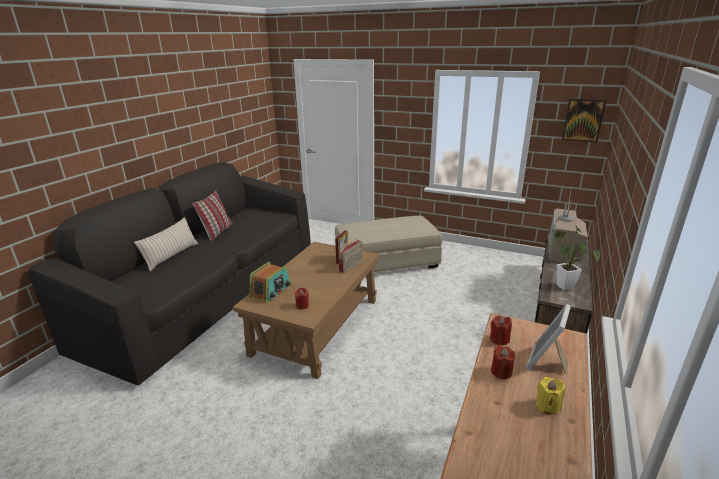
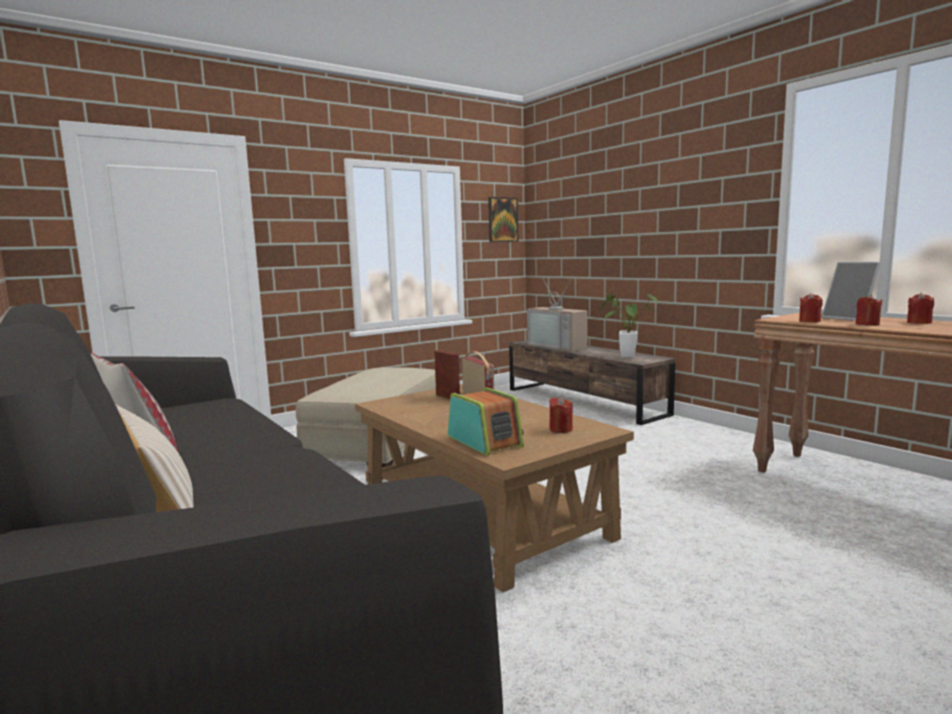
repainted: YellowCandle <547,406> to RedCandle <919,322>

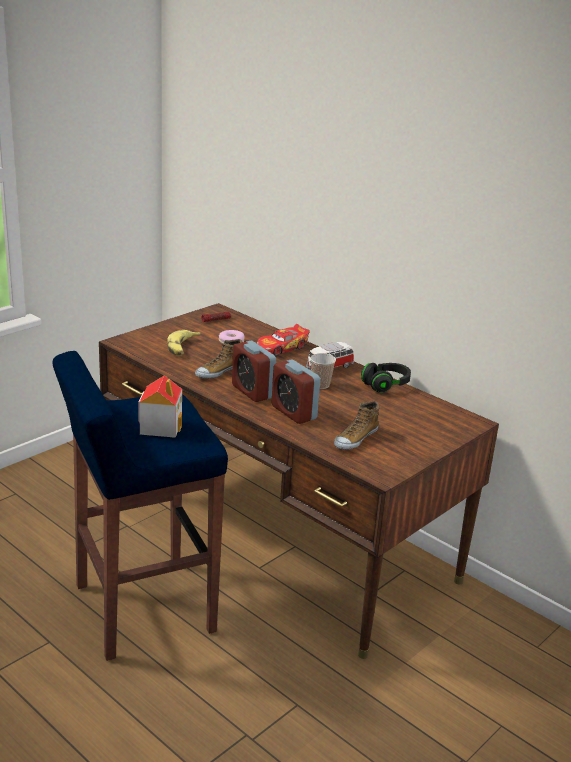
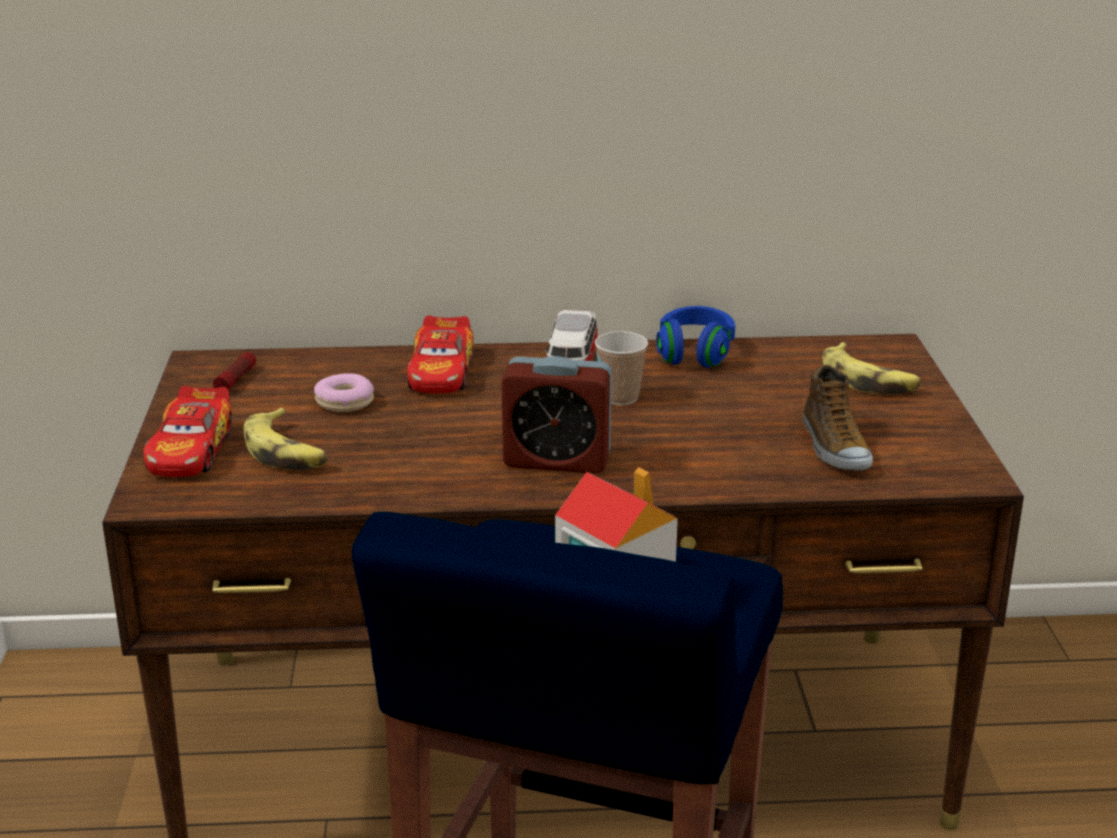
gone: Shoe <219,371>; AlarmClock <293,412>
new: ToyCar <191,451>; Banana <868,380>
repainted: BlackHeadphones <385,385> to BlueHeadphones <695,353>

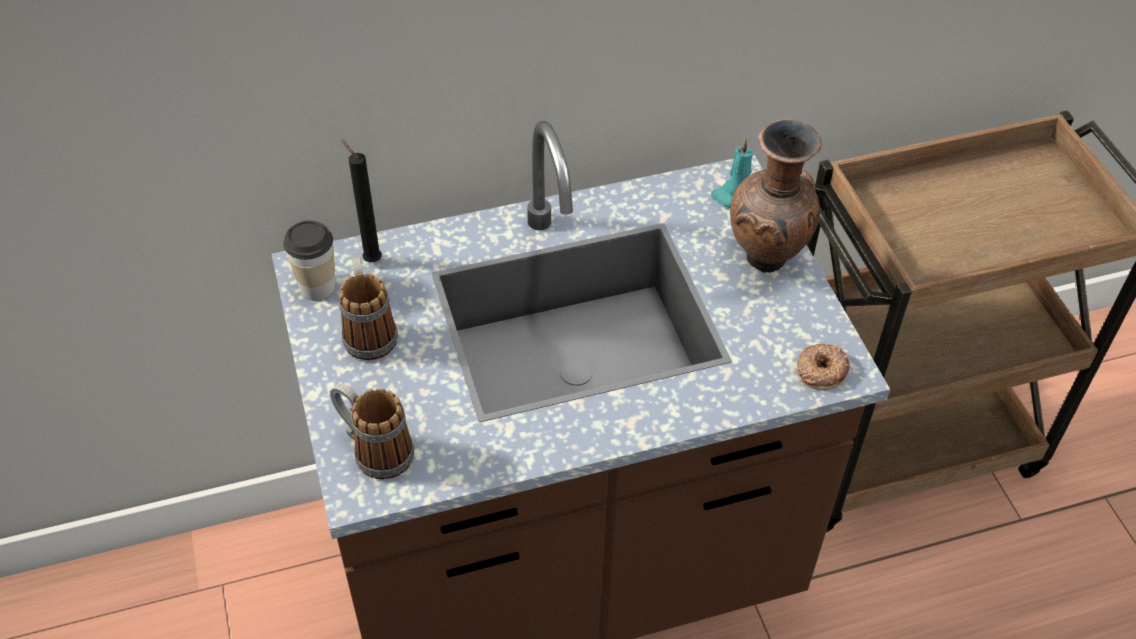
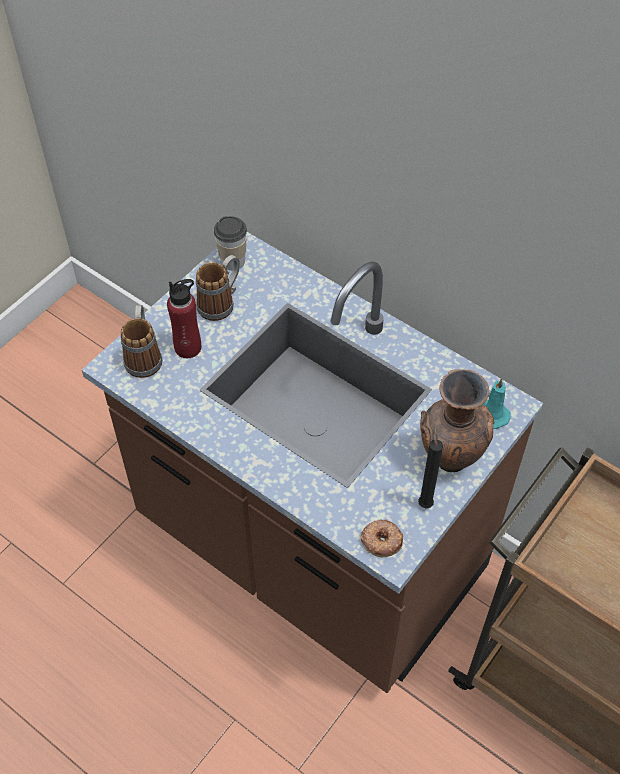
new: RedBottle <188,347>
shifted: BlackCandle <370,259> to <425,502>

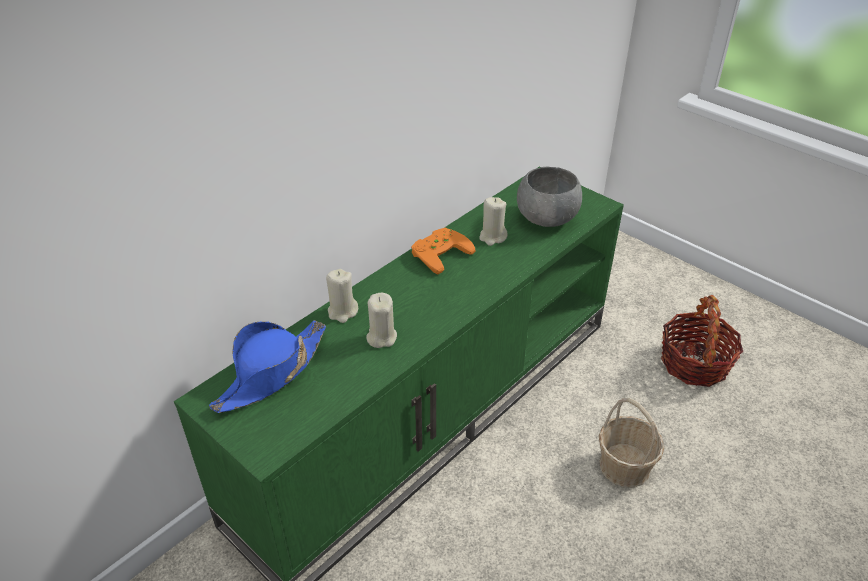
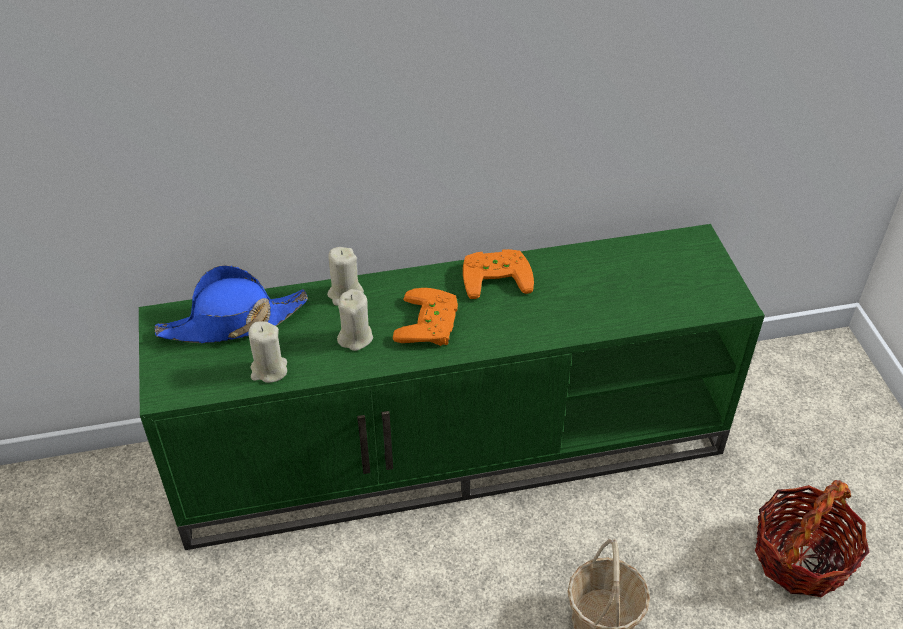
gone: GreyBowl <546,218>
new: OrangeGameController <432,323>
shifted: BeigeCandle <492,237> to <269,370>

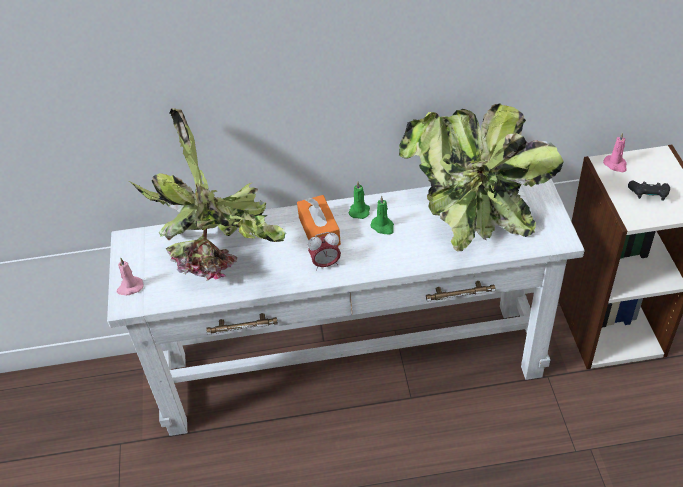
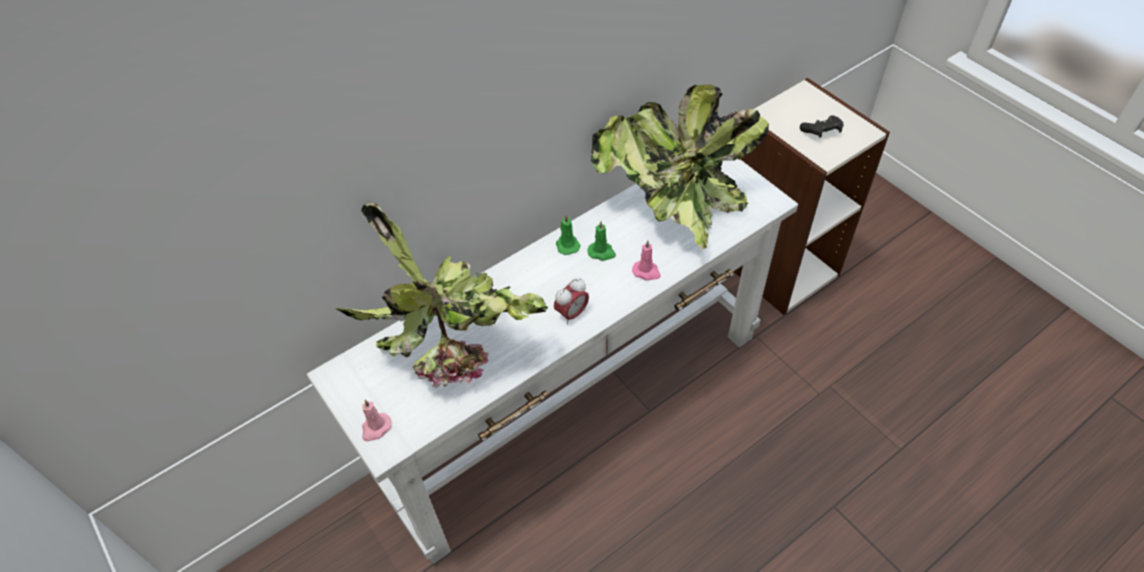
gone: OrangeTissueBox <319,231>
shifted: PinkCandle <615,165> to <647,272>

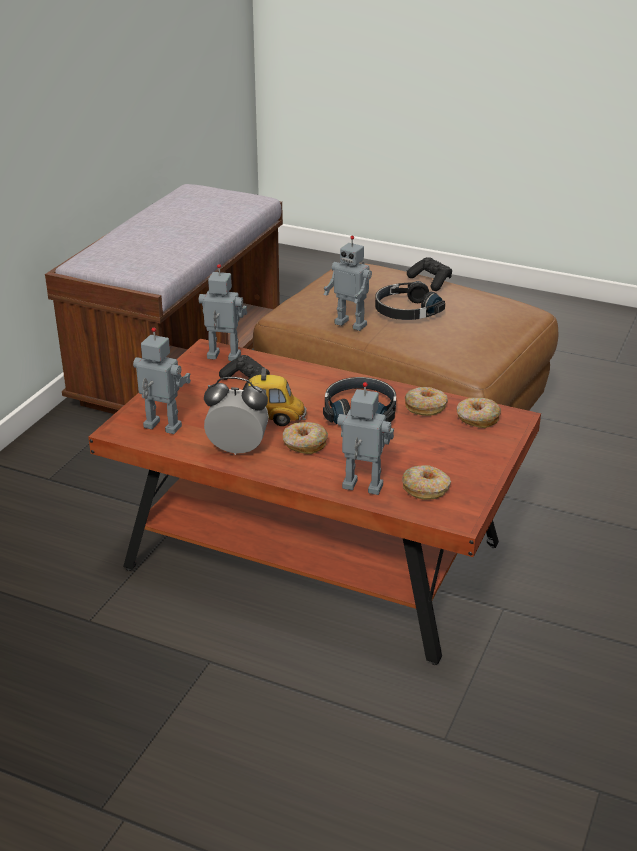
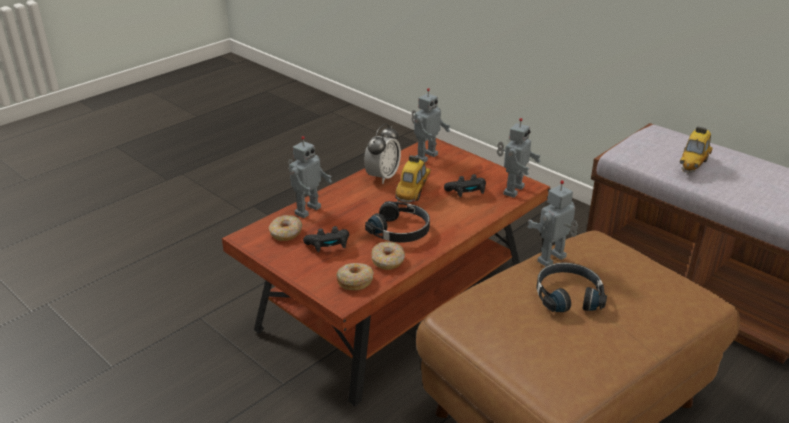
gone: Donut <304,444>
new: ToyCar <693,164>
shifted: BlackGameController <430,281> to <328,246>

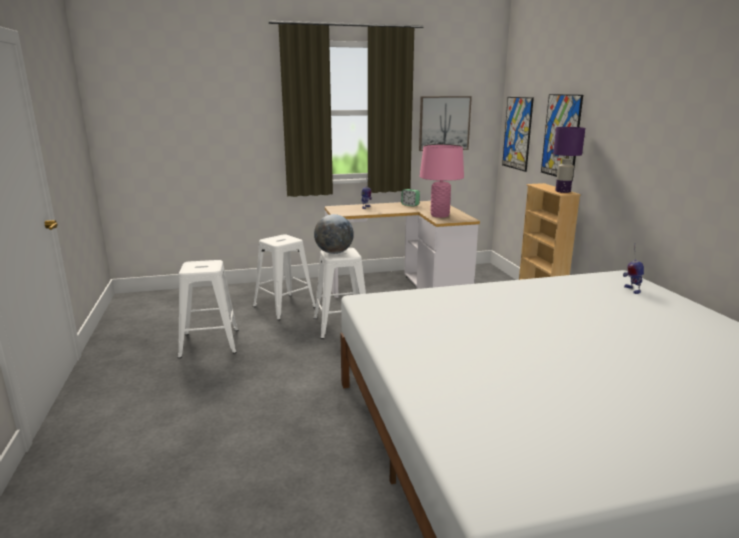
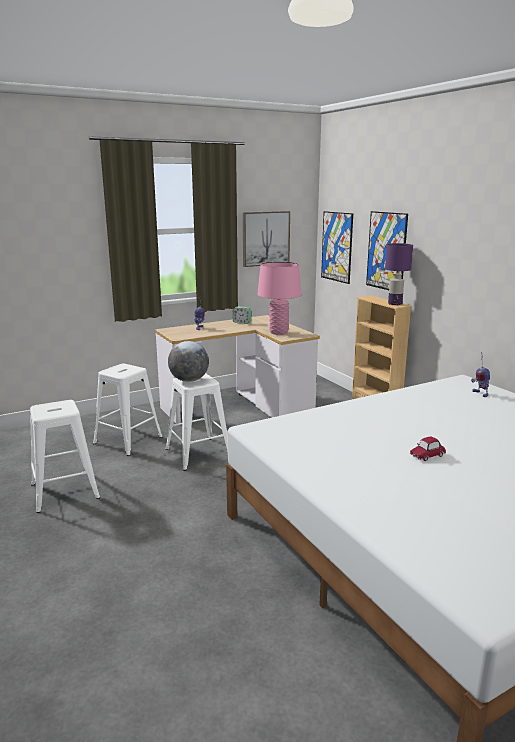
new: ToyCar <427,455>

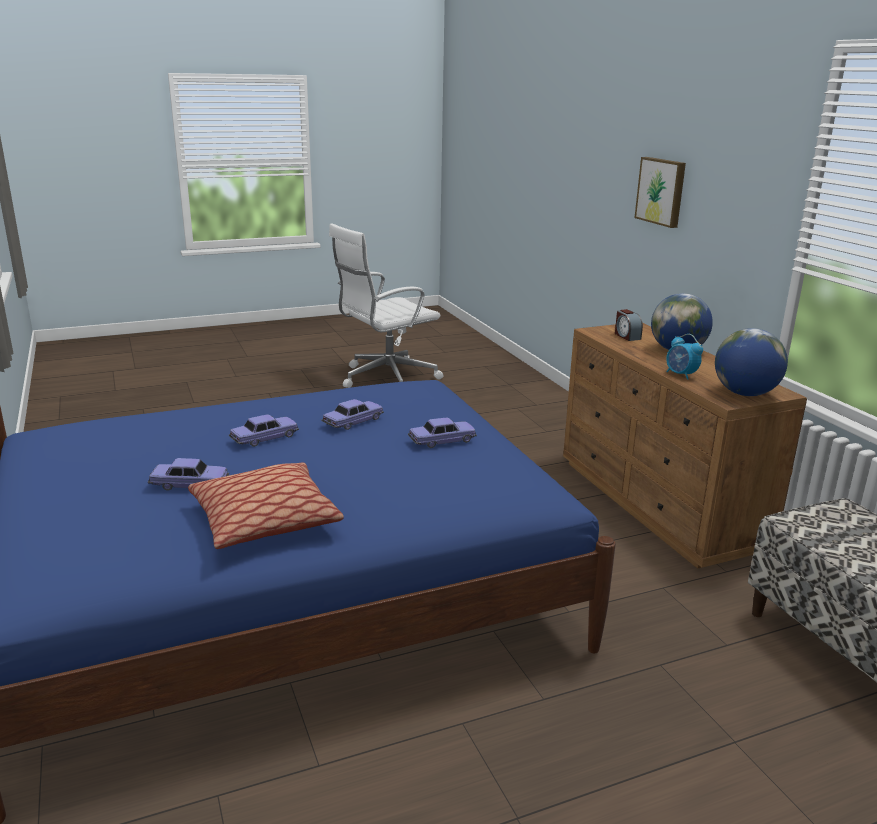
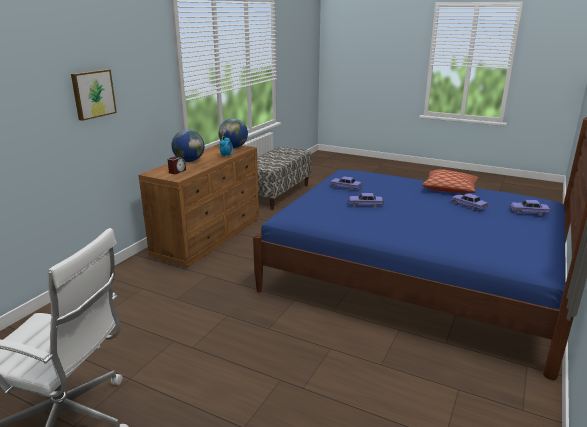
shifted: ToyCar <265,438> to <529,212>

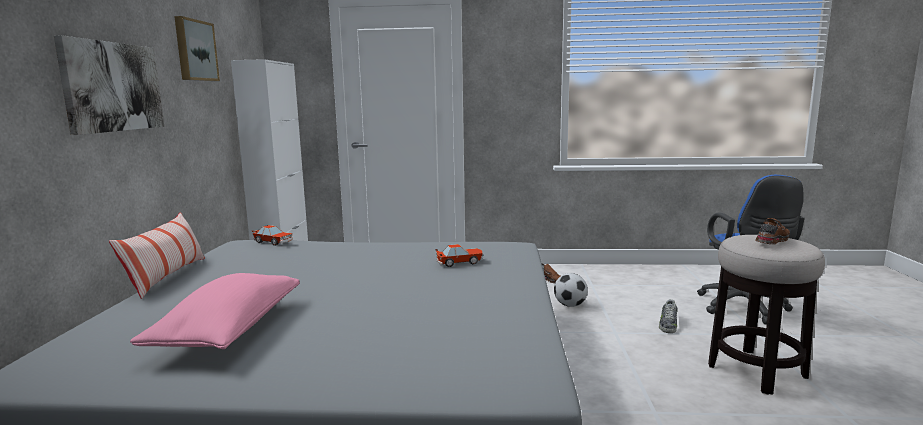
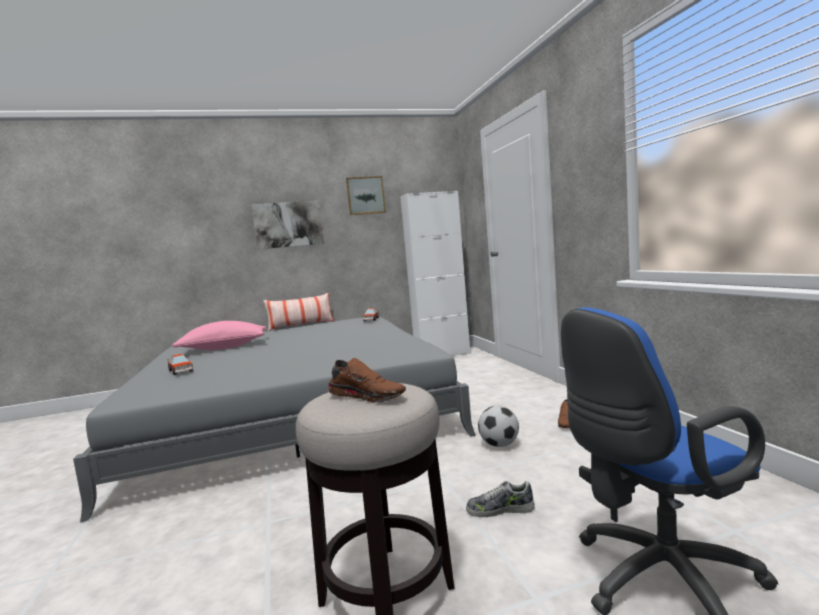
shifted: ToyCar <460,262> to <181,371>

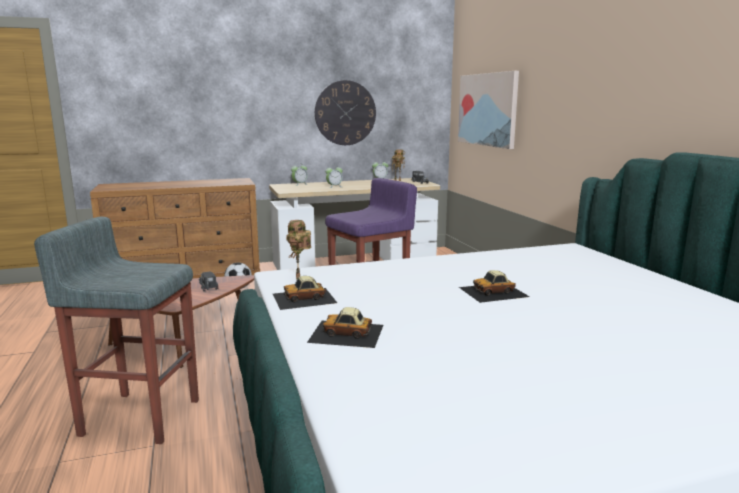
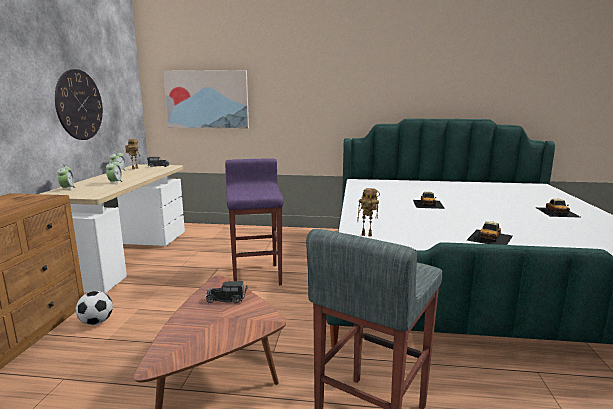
shifted: ToyCar <304,298> to <557,212>

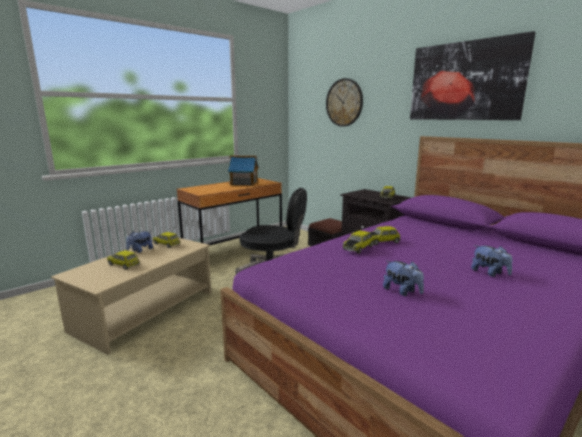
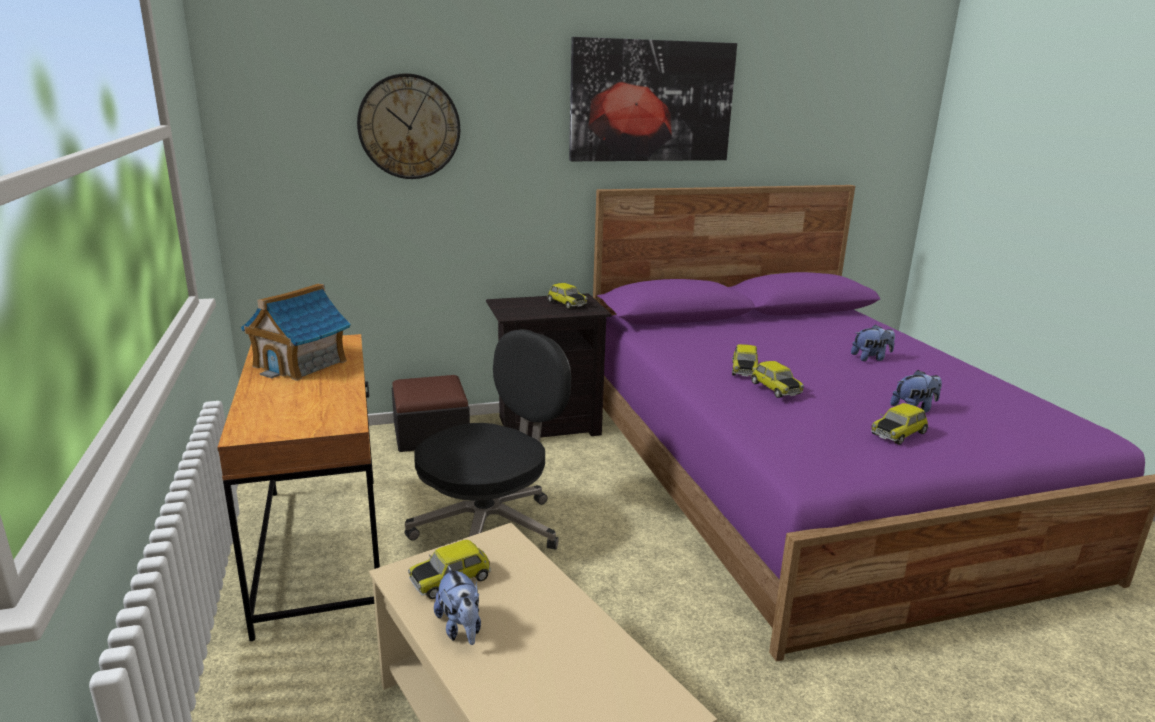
shifted: ToyCar <124,264> to <898,433>

